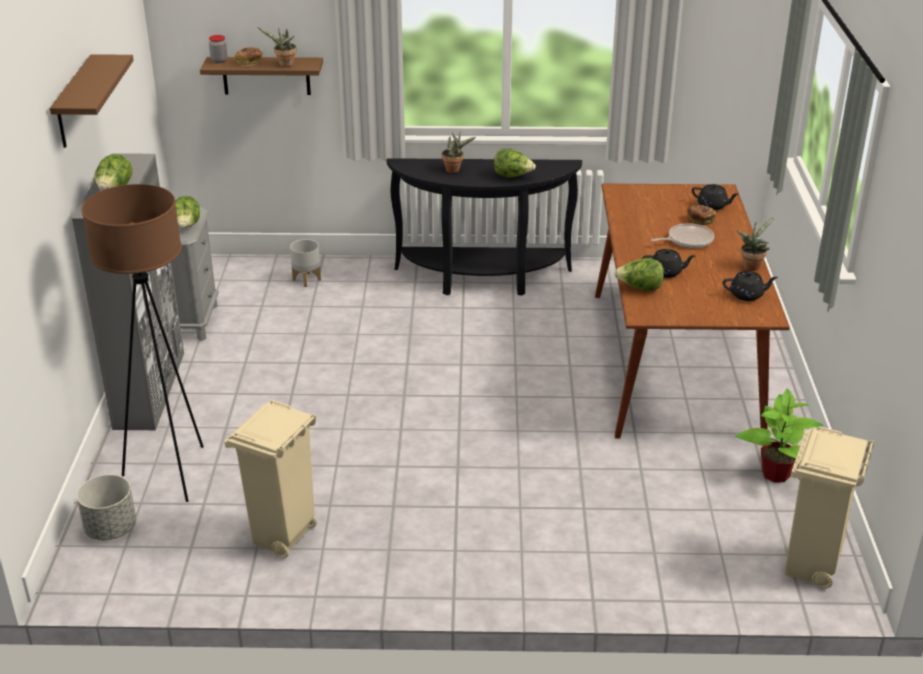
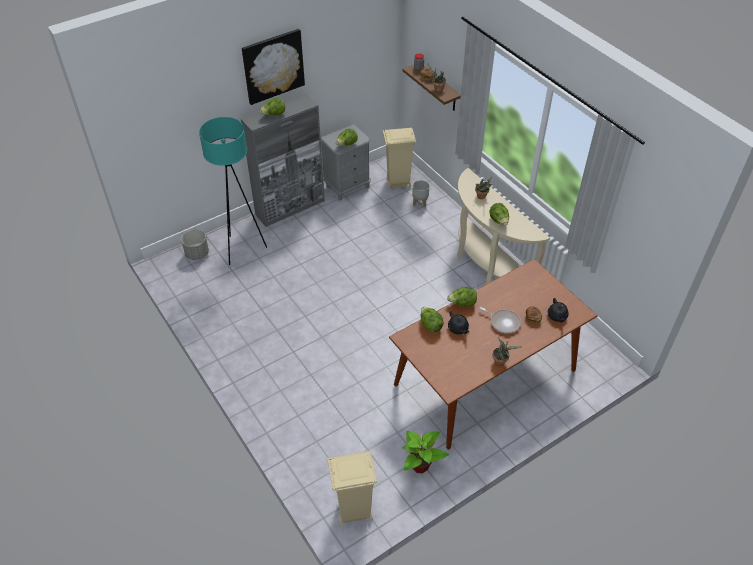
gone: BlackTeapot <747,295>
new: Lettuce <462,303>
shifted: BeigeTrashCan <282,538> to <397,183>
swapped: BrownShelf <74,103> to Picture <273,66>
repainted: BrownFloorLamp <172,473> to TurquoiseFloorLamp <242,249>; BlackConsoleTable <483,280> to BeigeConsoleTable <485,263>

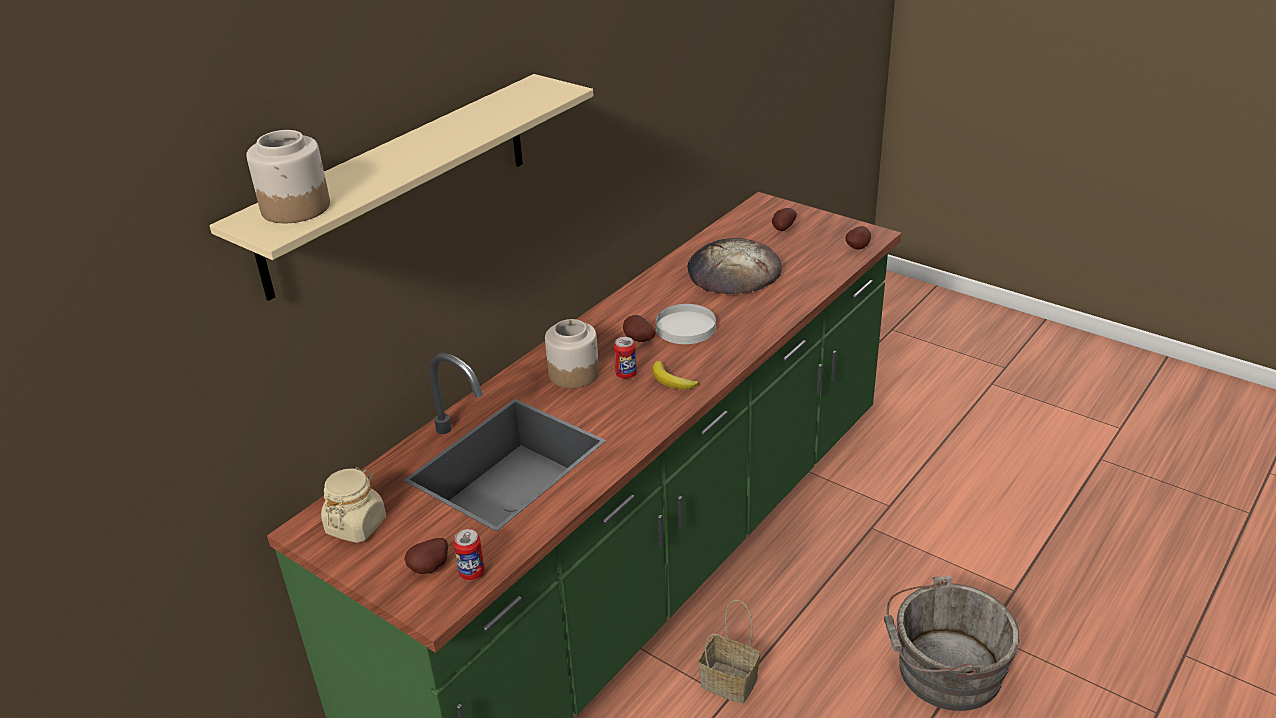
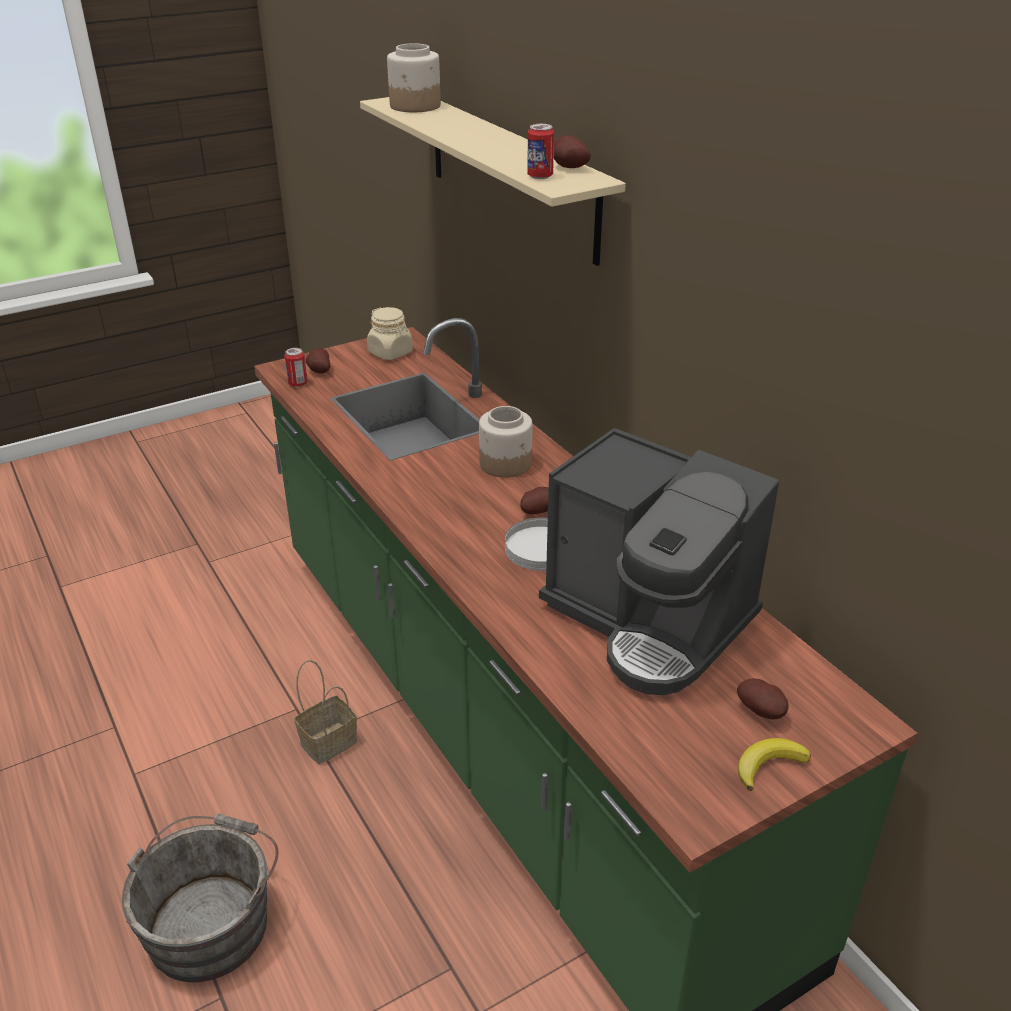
shifted: Can <626,374> to <540,176>; Banana <672,380> to <768,765>; Potato <858,248> to <568,168>
swapped: Bread <733,272> to CoffeeMachine <649,620>

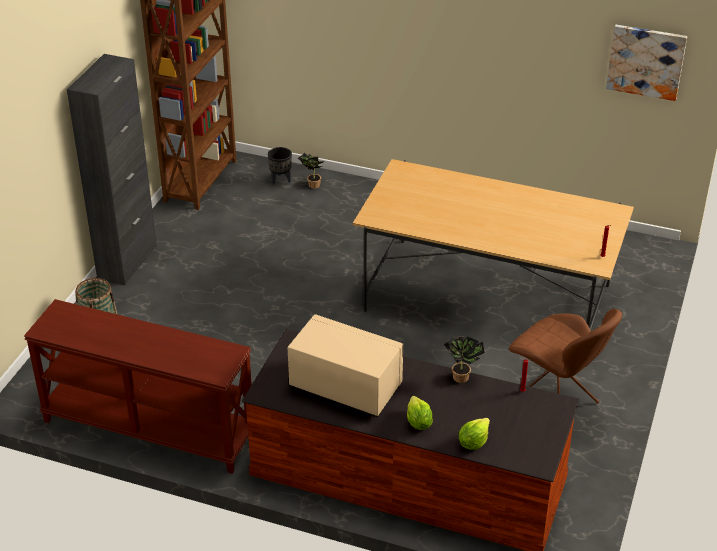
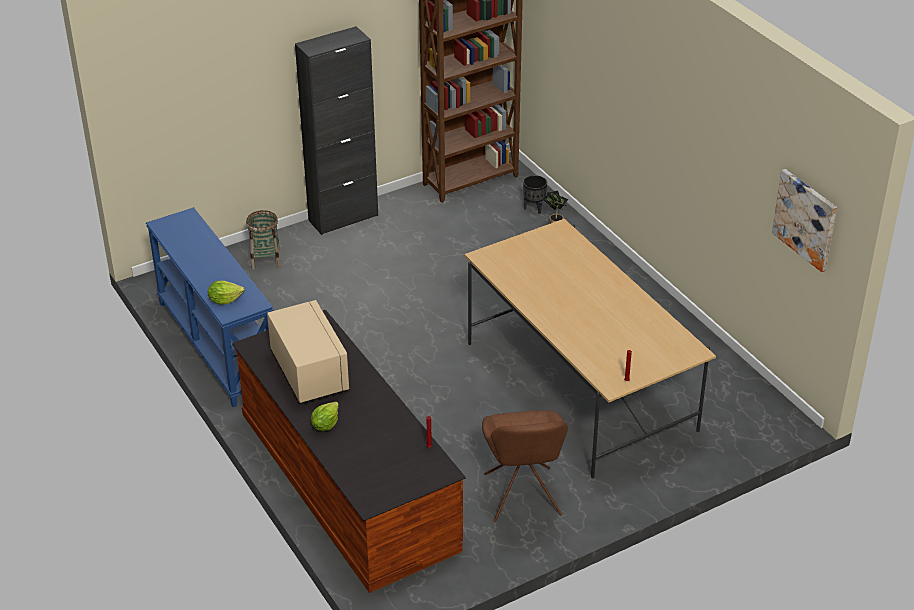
gone: PottedPlant <463,377>
shifted: Lettuce <473,442> to <224,300>
repainted: BrownConsoleTable <147,429> to BlueConsoleTable <216,345>

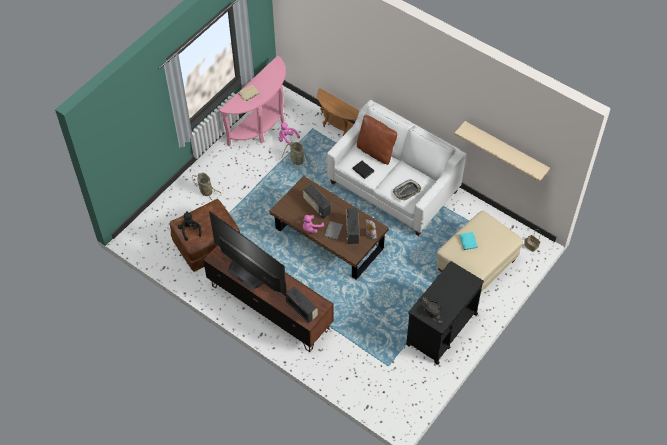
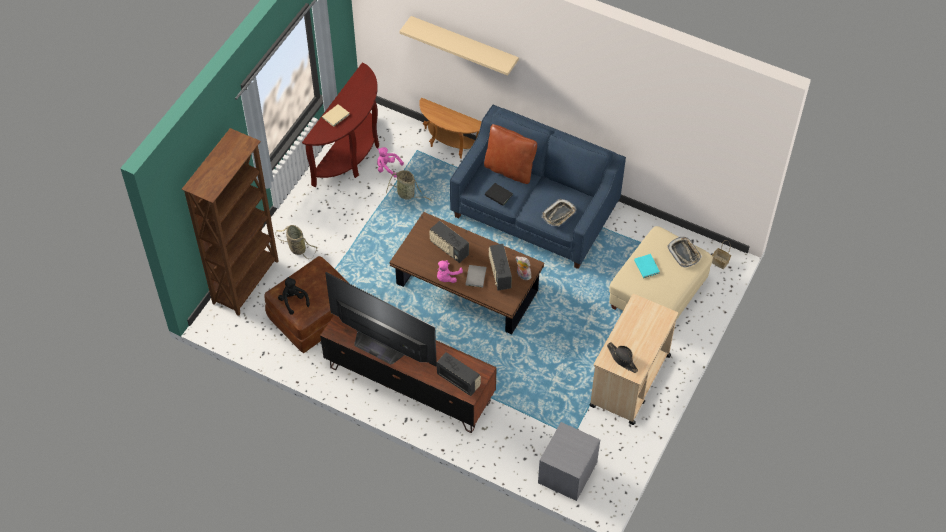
new: BrownBookcase <247,282>; GreyNightstand <567,473>; Tray <684,253>
shifted: BeigeShelf <505,150> to <464,44>
repainted: PinkConsoleTable <261,125> to BrownConsoleTable <351,155>; WhiteSofa <393,187> to BlueSofa <535,212>; BlackCart <441,329> to BeigeCart <629,381>

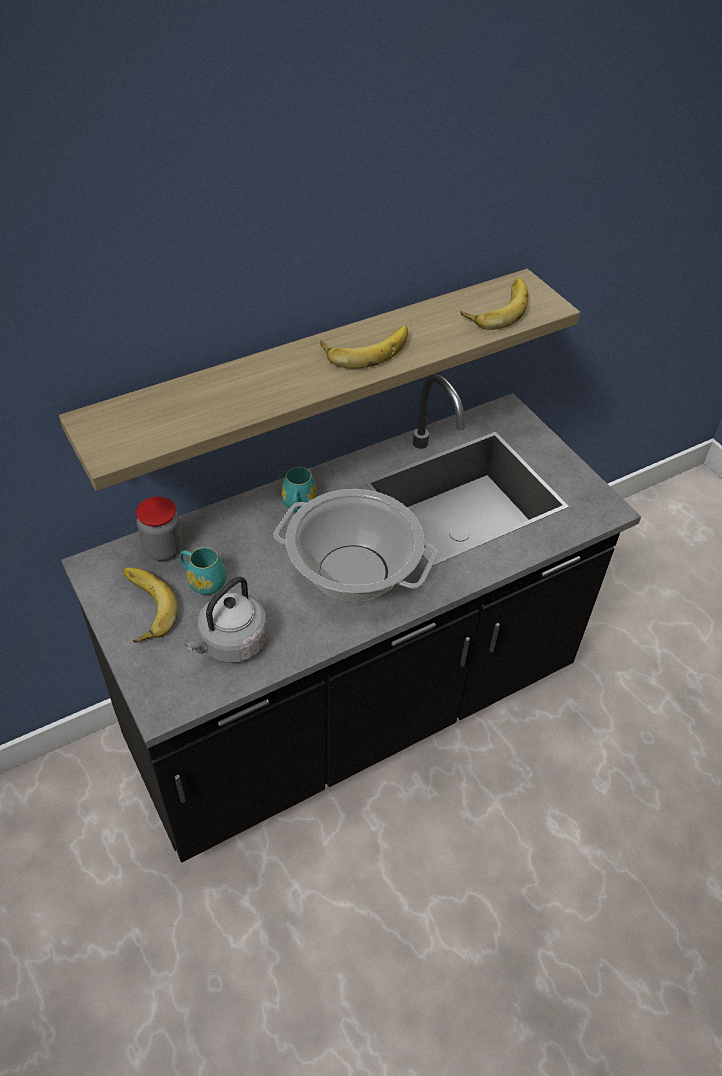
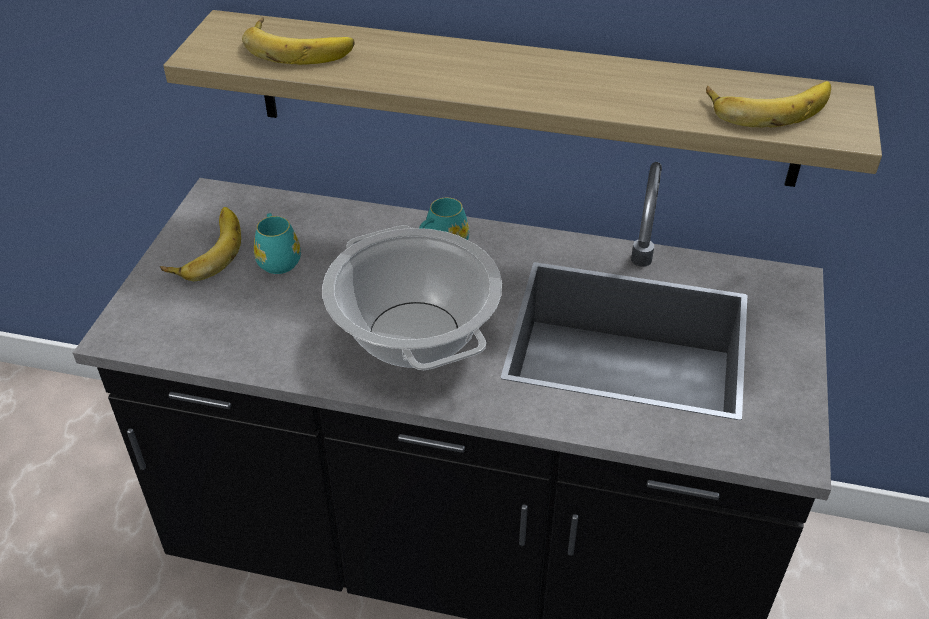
gone: Jar <163,549>; GreyKettle <231,644>
shifted: Banana <365,348> to <299,46>

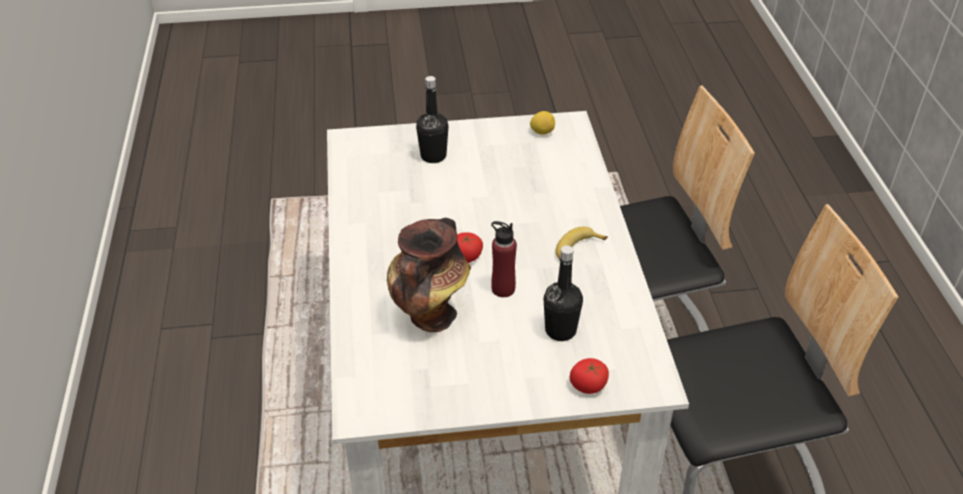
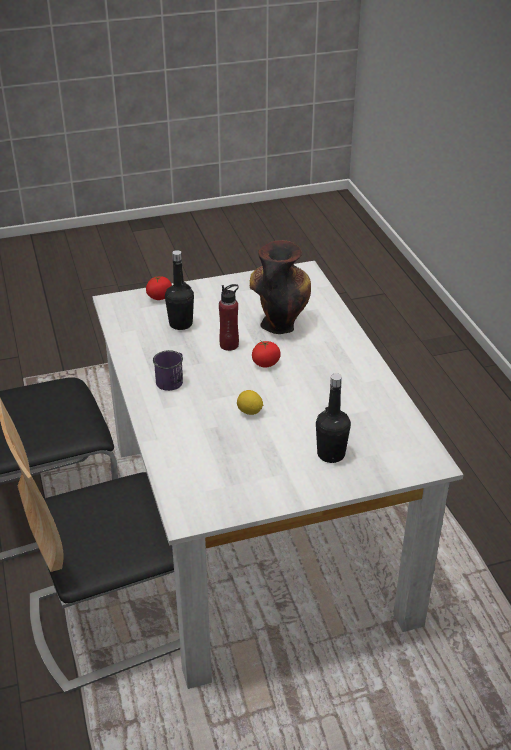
shifted: Lemon <542,132> to <249,412>
swapped: Banana <576,249> to PurpleMug <172,380>

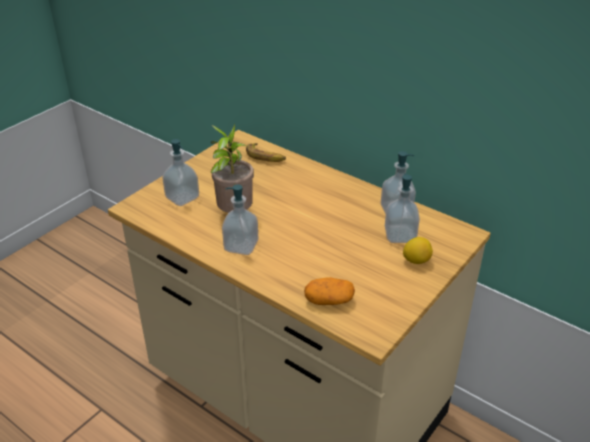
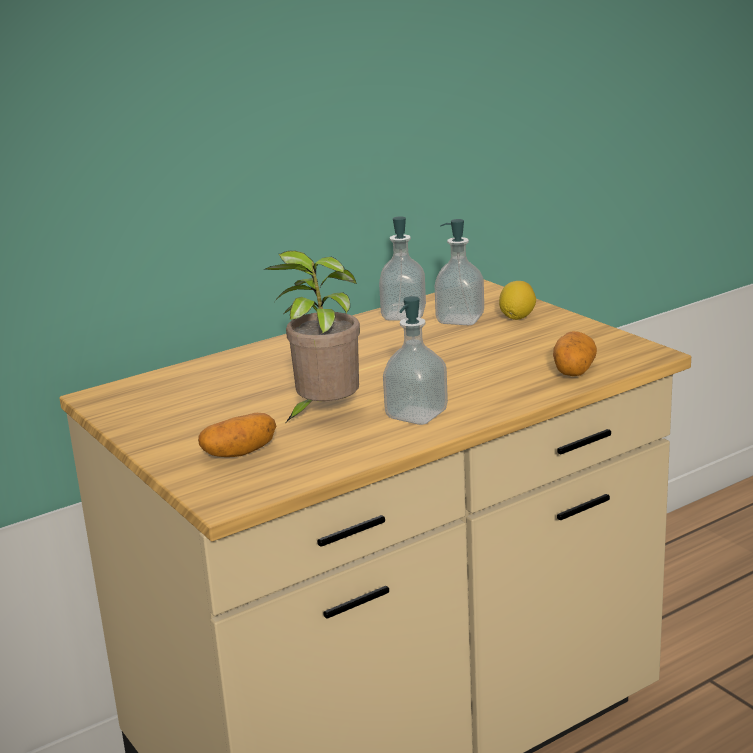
gone: Banana <265,157>
swapped: SoapDispenser <182,198> to Potato <239,453>

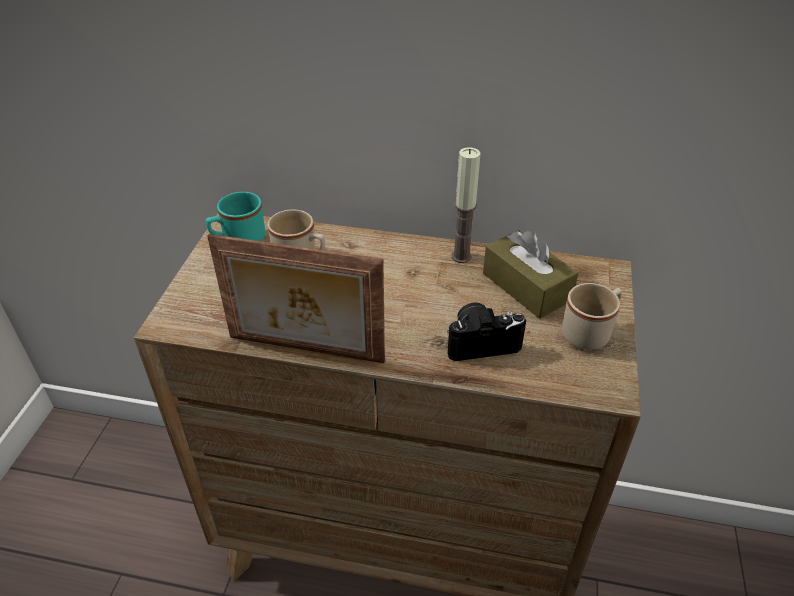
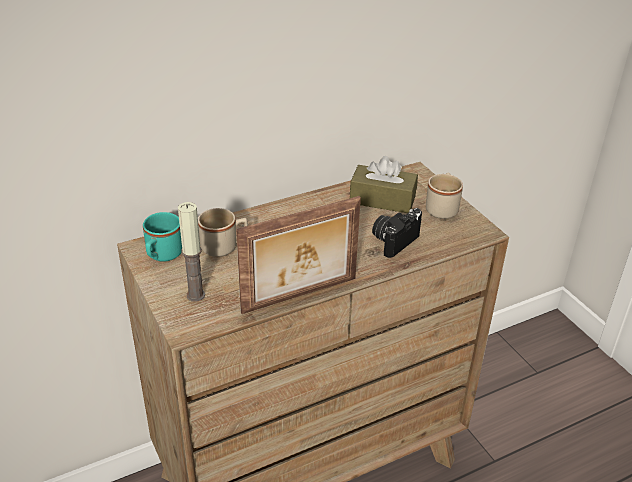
shifted: Candle <461,256> to <196,295>

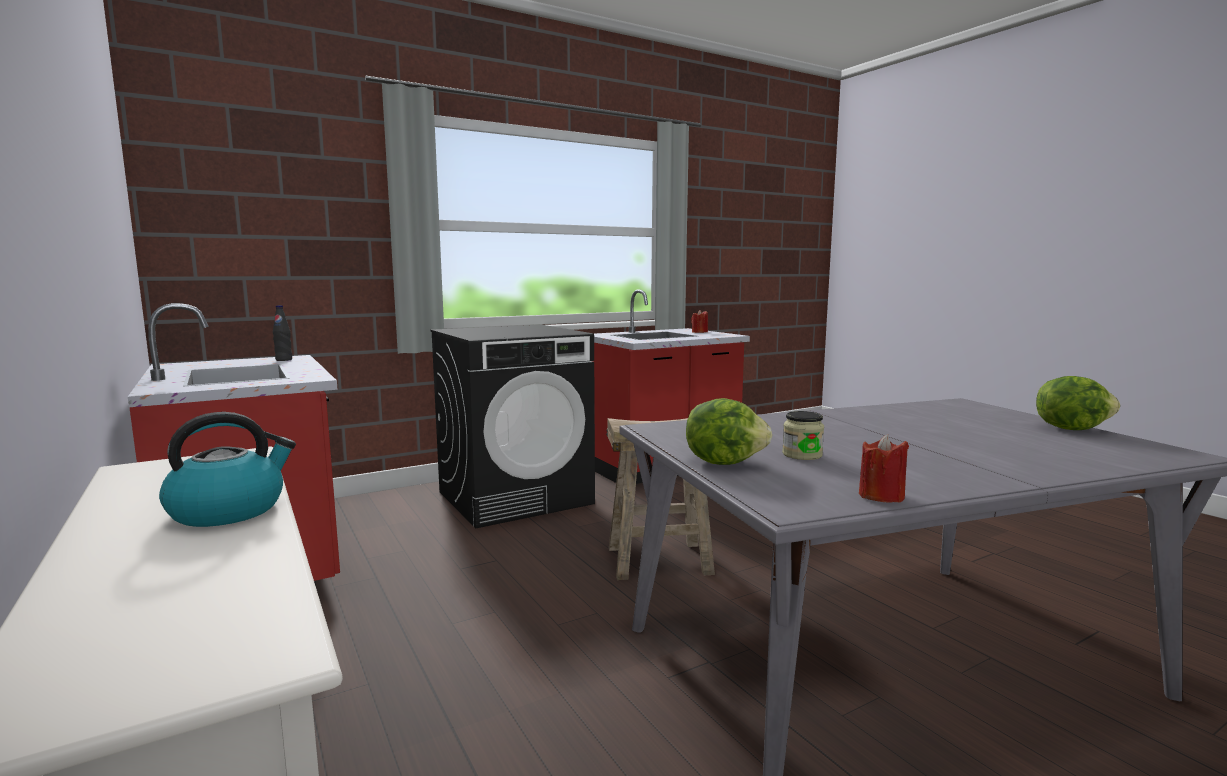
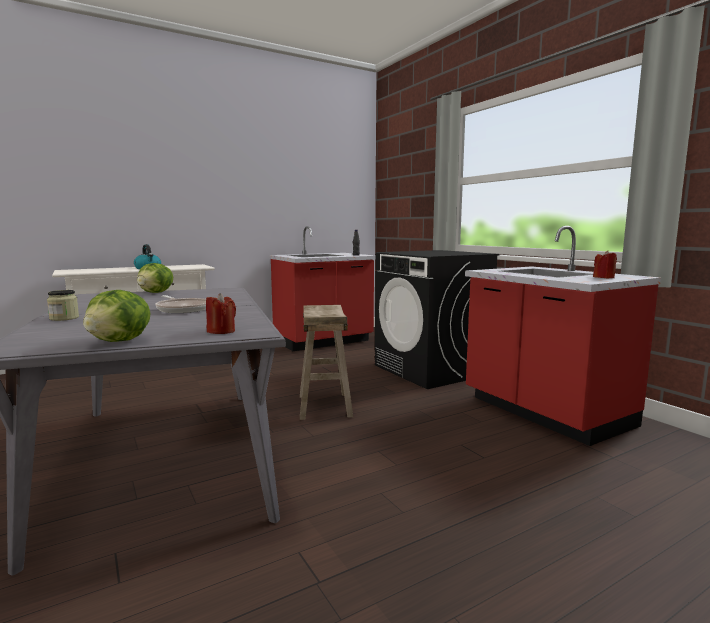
new: FryingPan <182,309>
shifted: Jar <802,455> to <64,318>; RedCandle <881,496> to <221,331>

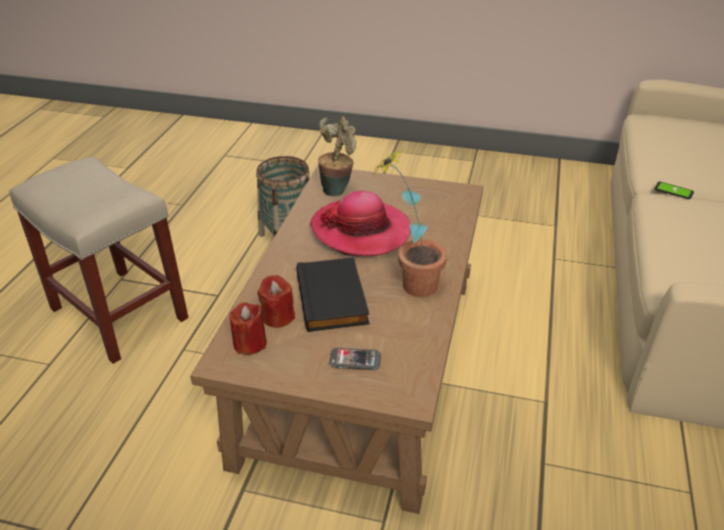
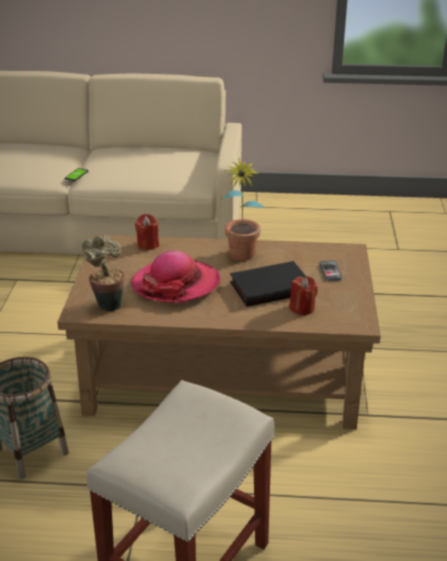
shifted: RedCandle <250,343> to <148,244>

